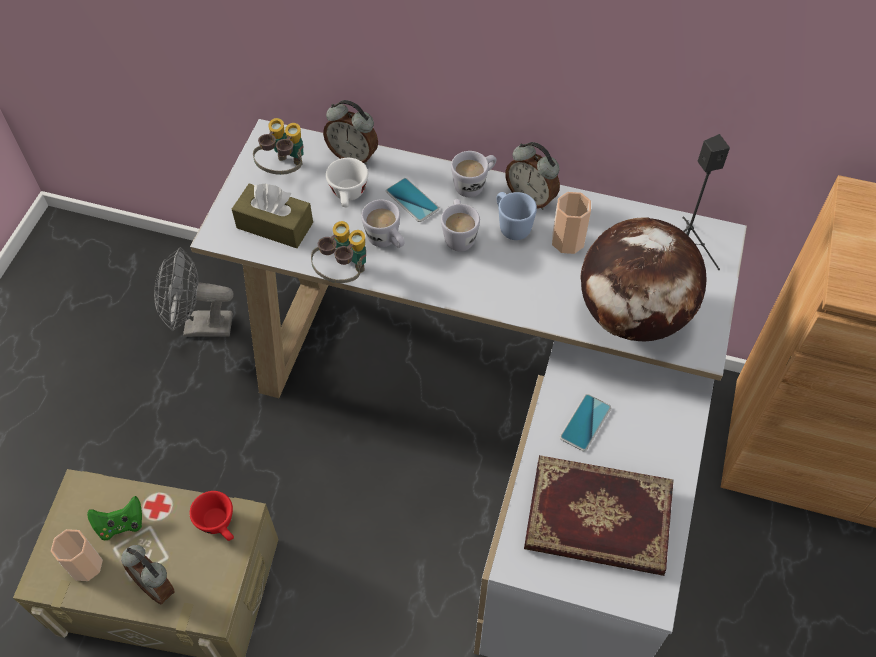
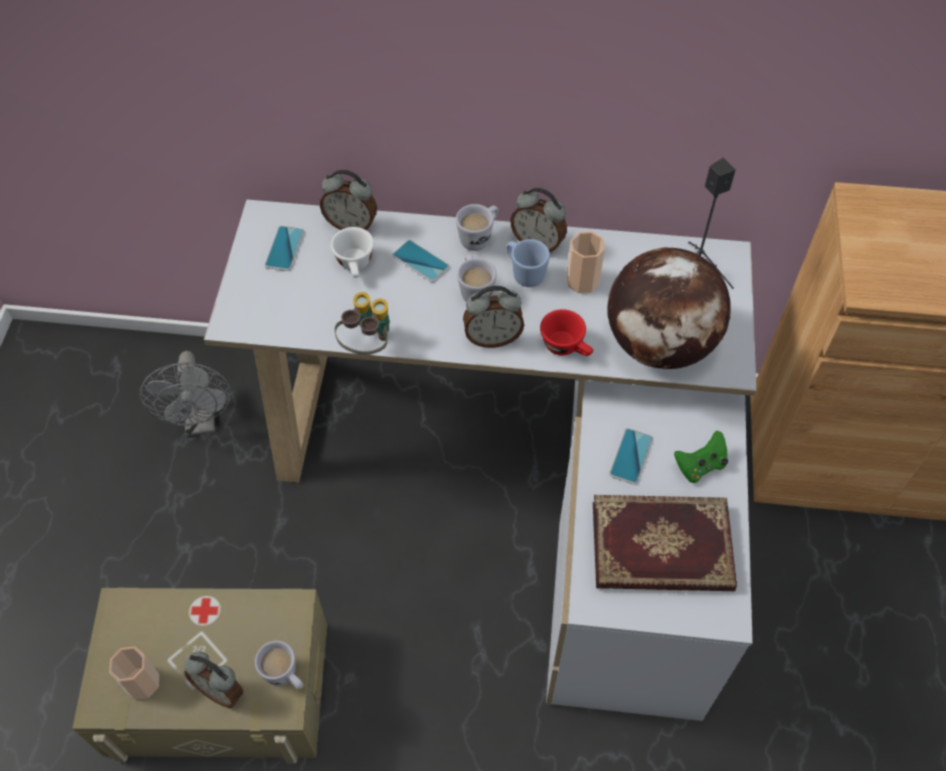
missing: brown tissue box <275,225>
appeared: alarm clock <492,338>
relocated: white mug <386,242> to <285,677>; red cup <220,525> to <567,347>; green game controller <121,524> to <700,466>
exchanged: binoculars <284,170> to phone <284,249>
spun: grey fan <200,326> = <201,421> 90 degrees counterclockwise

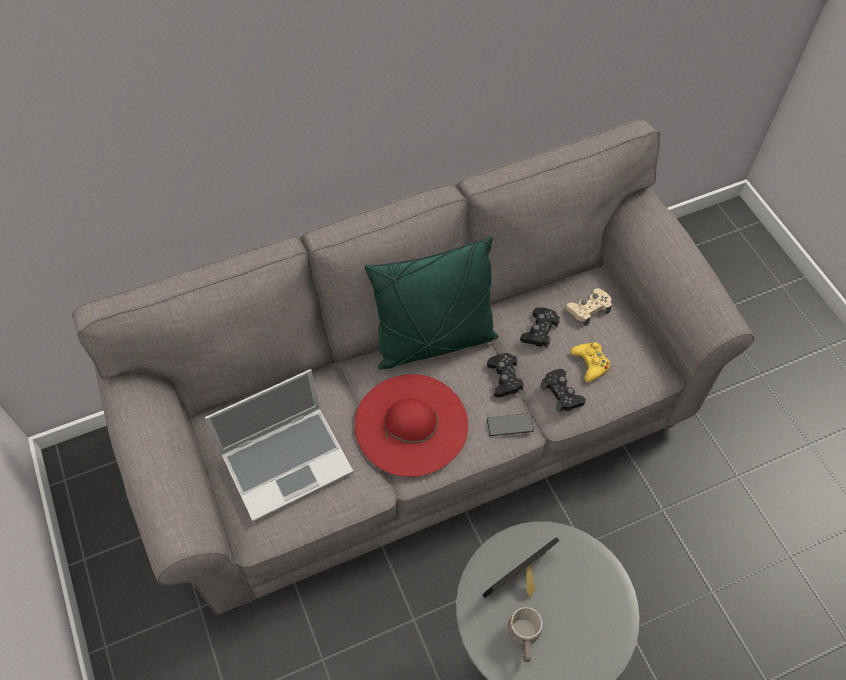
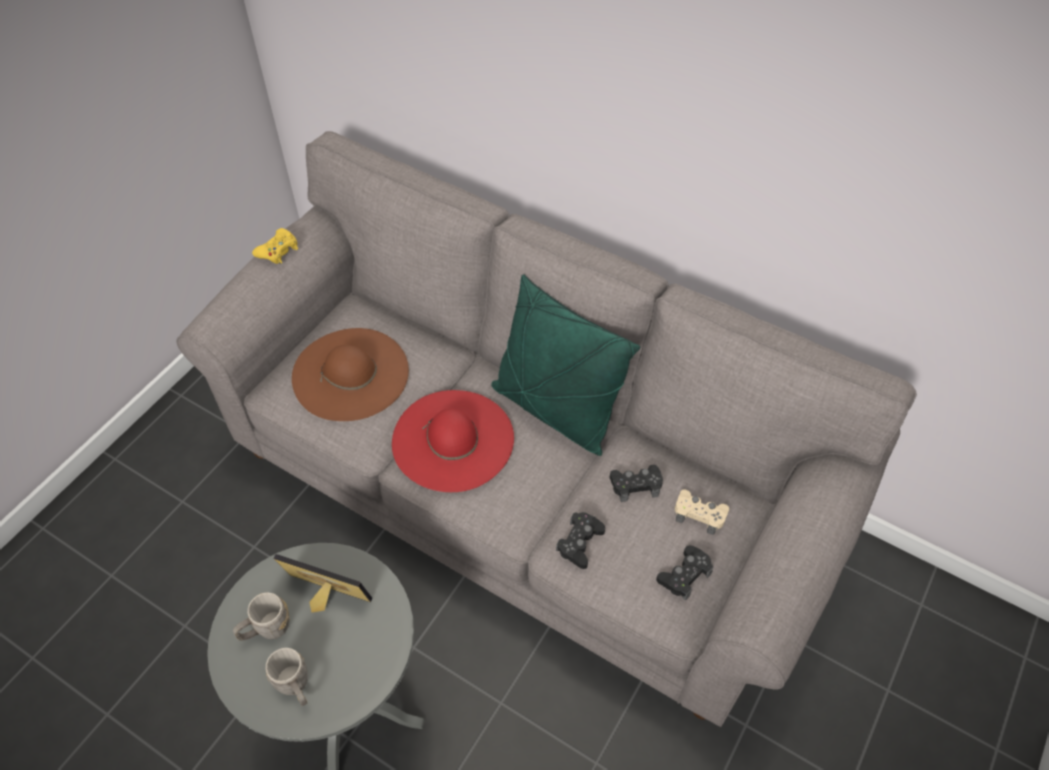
missing: phone <510,425>
appeared: grey mug <295,687>
relocated: yellow game controller <590,363> to <278,251>; black game controller <504,378> to <684,575>
exchanged: laptop <288,462> to brown hat <351,374>

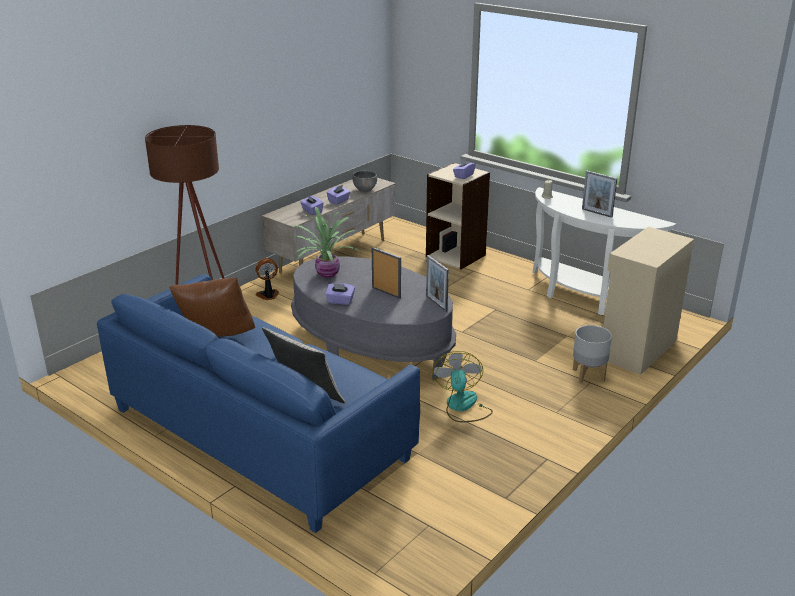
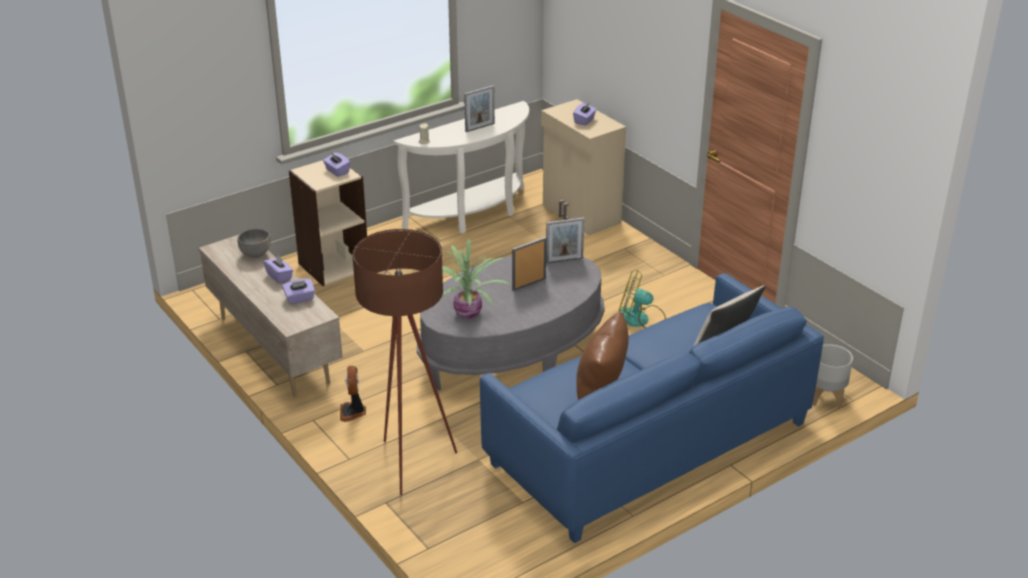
relocated: purple tissue box <340,301> to <584,121>; grey planter <588,375> to <826,398>

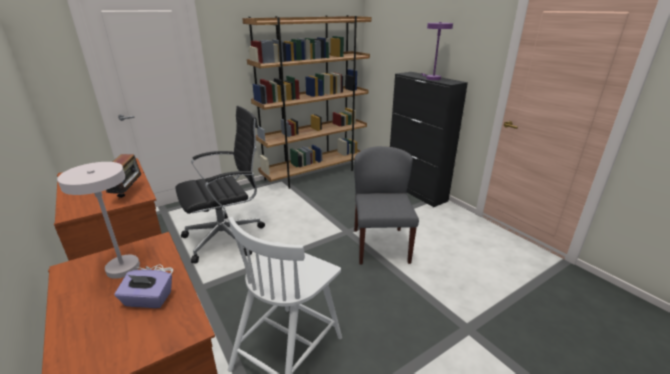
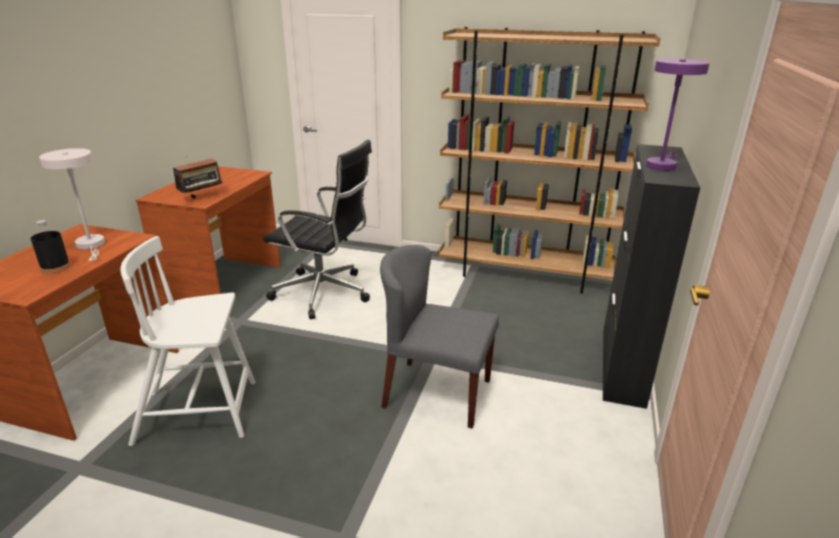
exchanged: purple tissue box <148,300> to black bottle <55,268>
spun: grey chair <380,245> = <436,393> 120 degrees counterclockwise

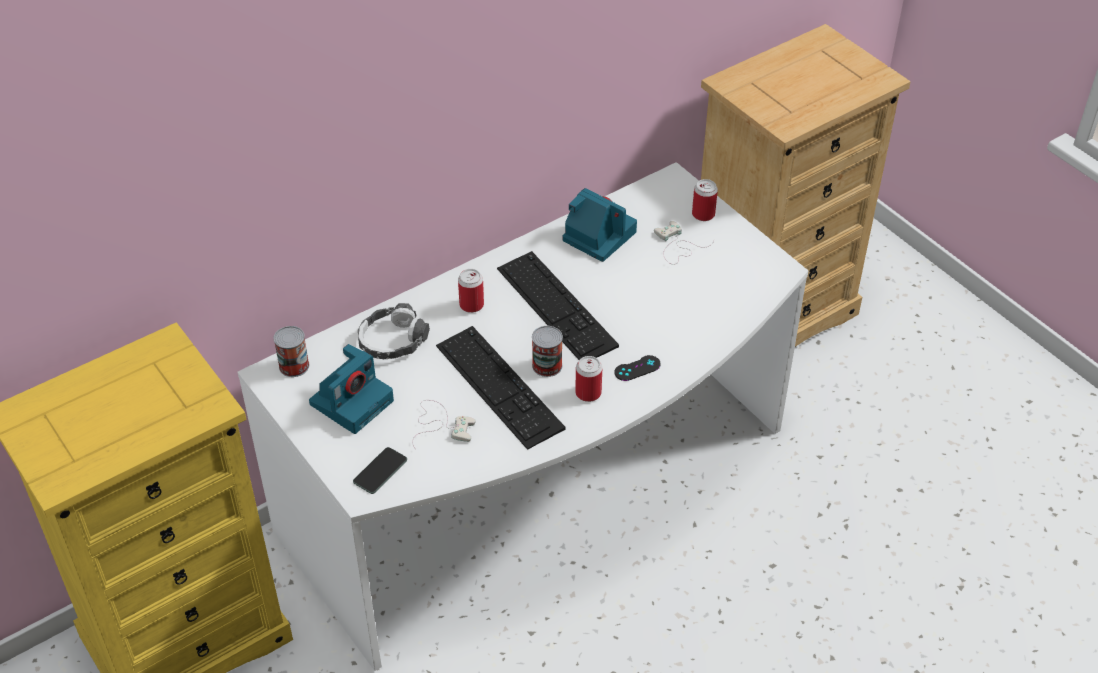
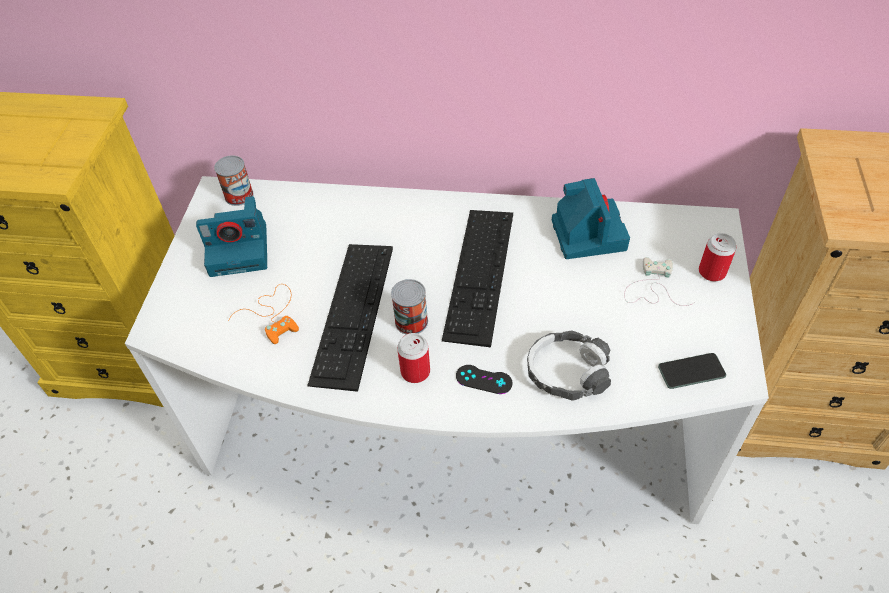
missing: can <471,305>
relocated: headphones <392,341> to <567,372>; phone <380,471> to <691,371>
colour: white game controller <441,424> to orange game controller <273,314>

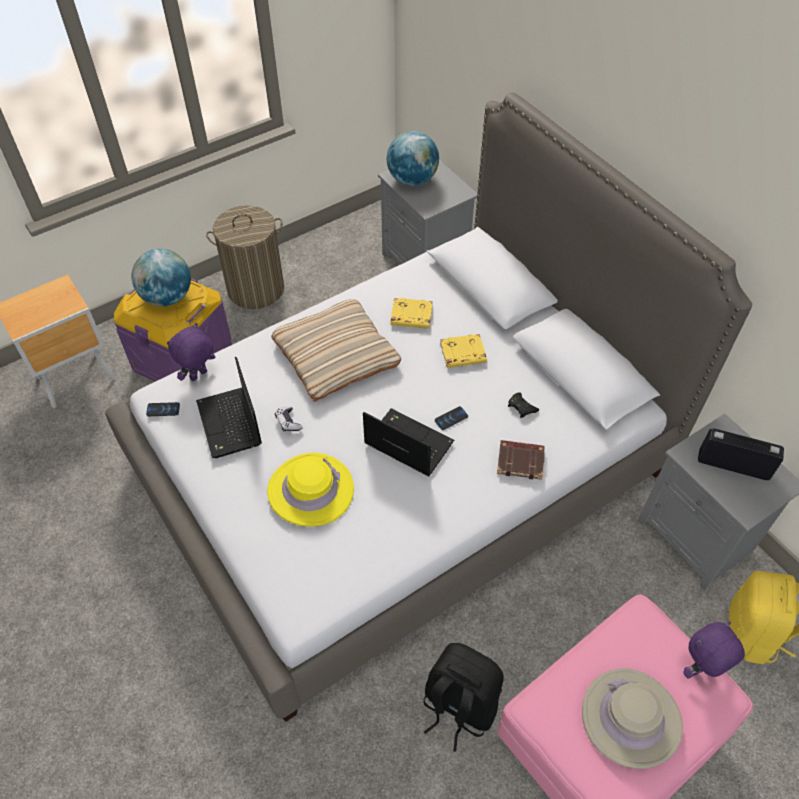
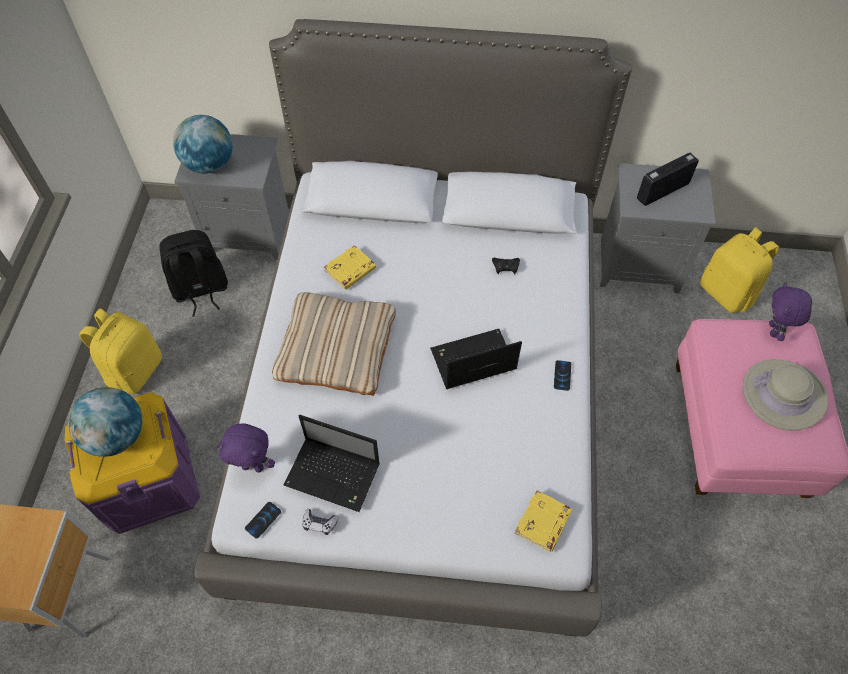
missing: brown book <521,461>; yellow hat <310,490>
relocated: yellow book <462,354> to <543,523>; phone <451,418> to <562,375>; game controller <288,422> to <319,523>; black backpack <458,706> to <200,290>
exchanged: laundry basket <256,289> to yellow backpack <134,370>
spun: purple plush toy <199,376> = <253,466> 75 degrees counterclockwise

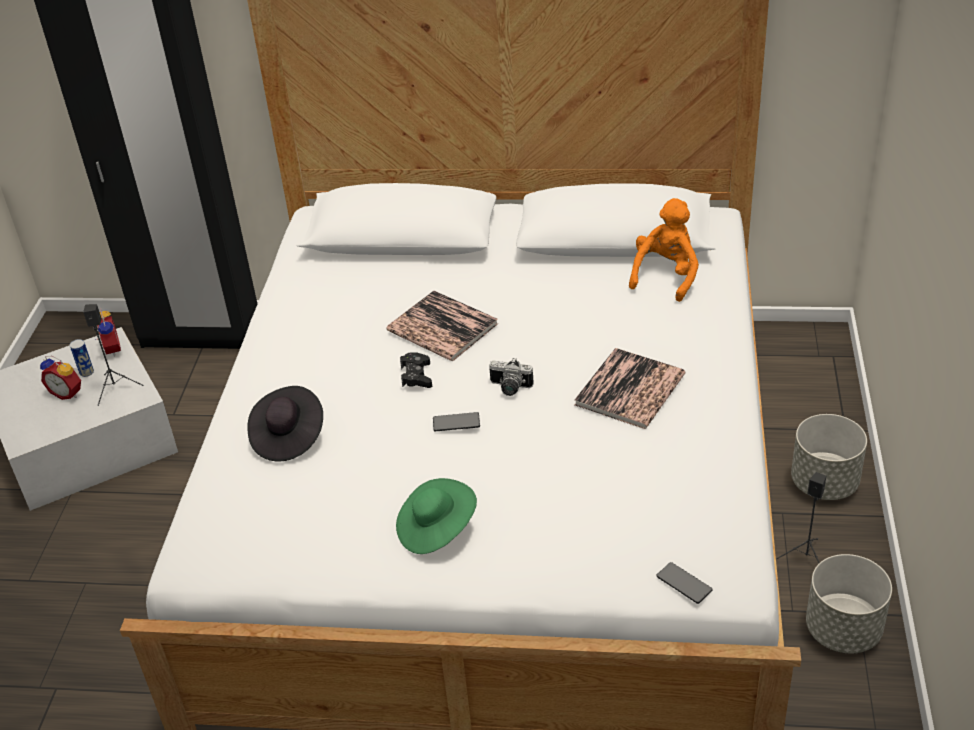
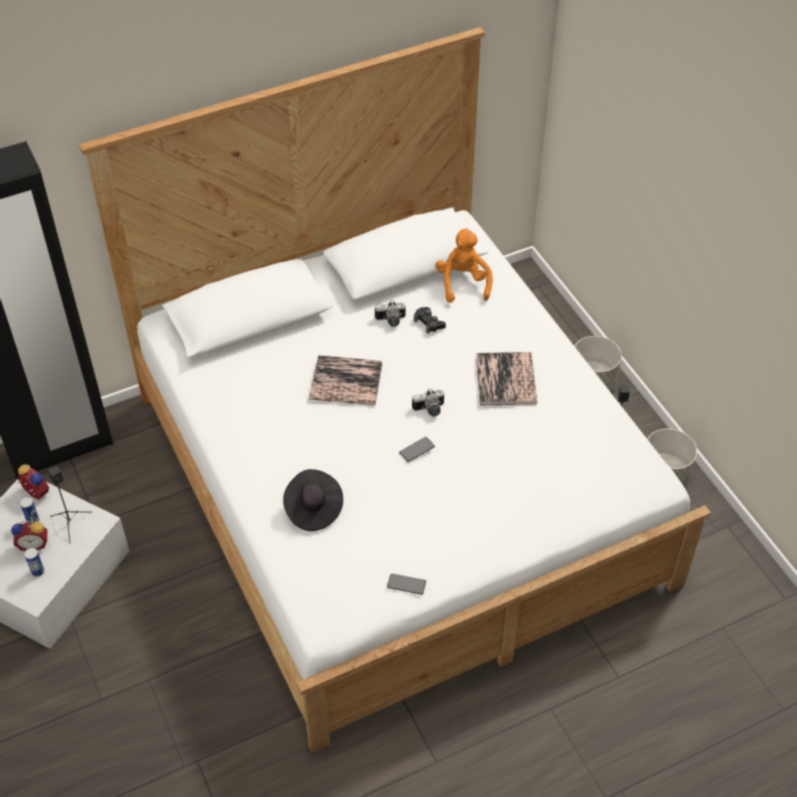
missing: green hat <436,529>
appeared: photo camera <390,321>; can <38,571>
relocated: black game controller <416,376> to <429,323>; phone <684,583> to <406,584>

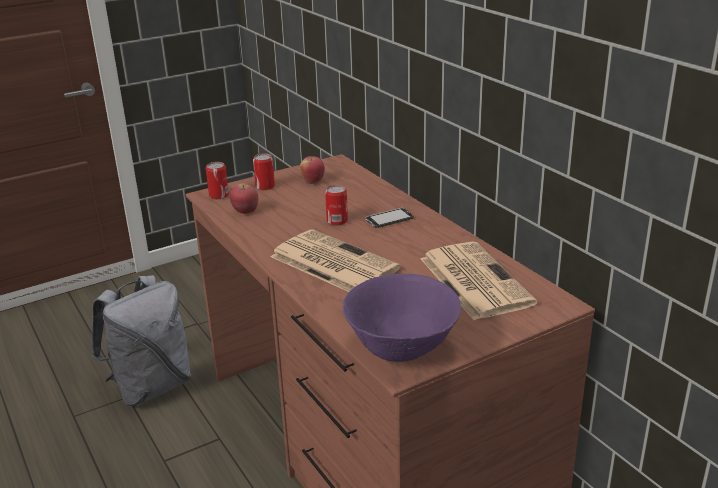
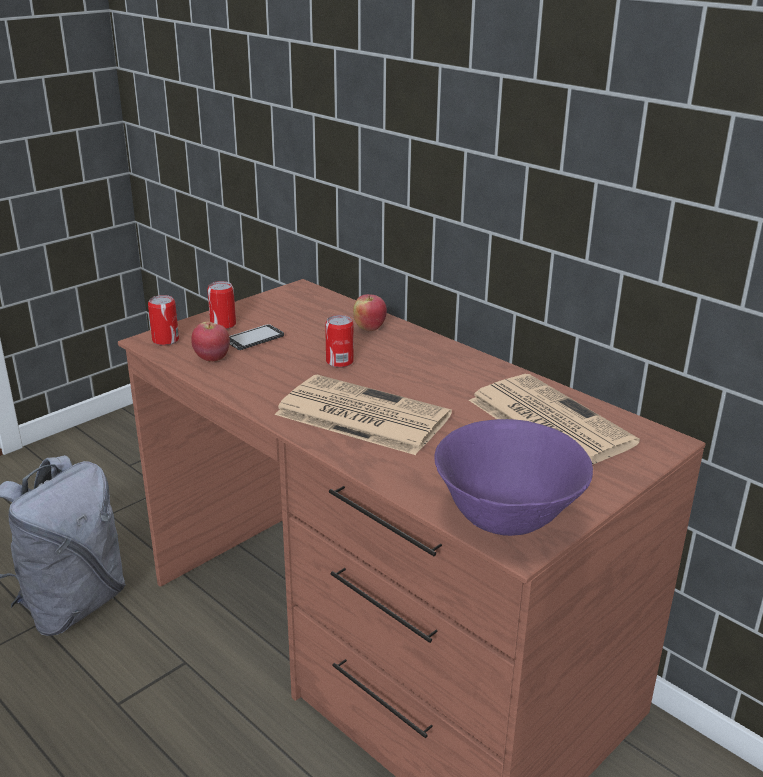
relocated: apple <312,181> to <369,328>; phone <389,219> to <254,339>

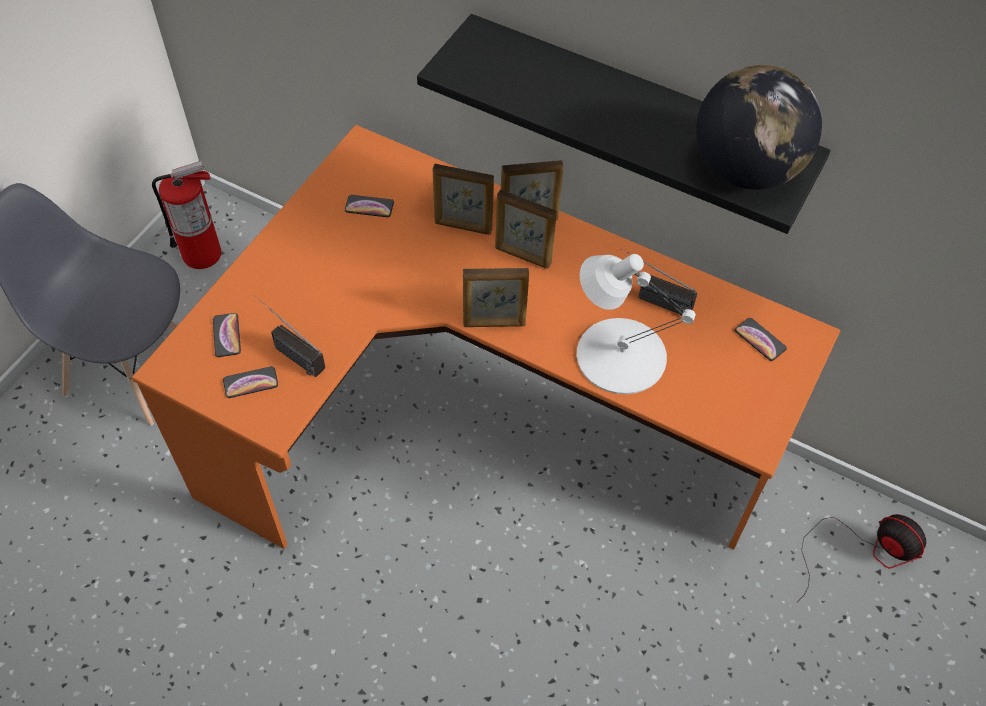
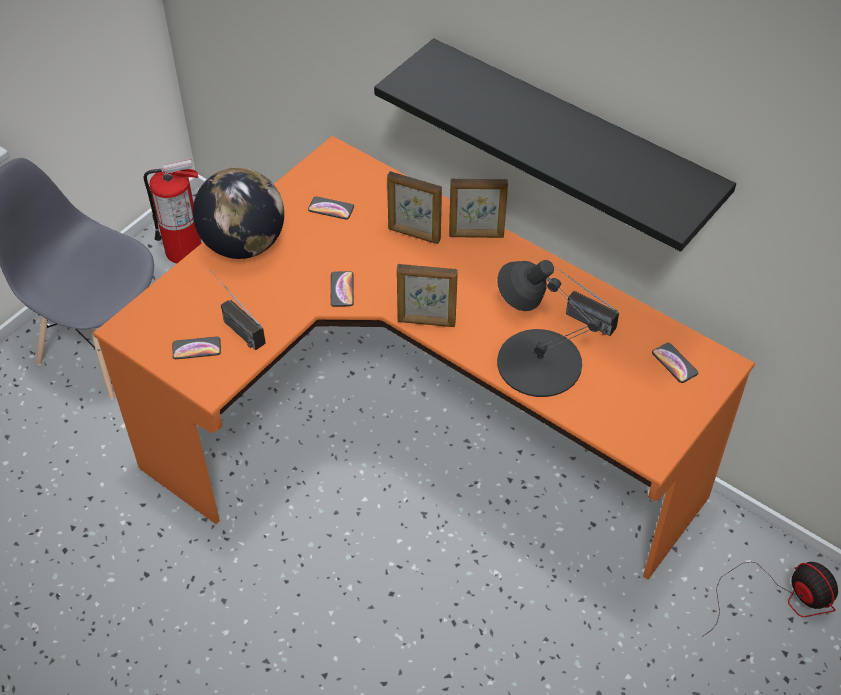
missing: picture frame <522,256>
relocated: globe <745,170> to <243,245>; phone <226,335> to <342,289>
colour: white table lamp <620,354> to black table lamp <538,362>

